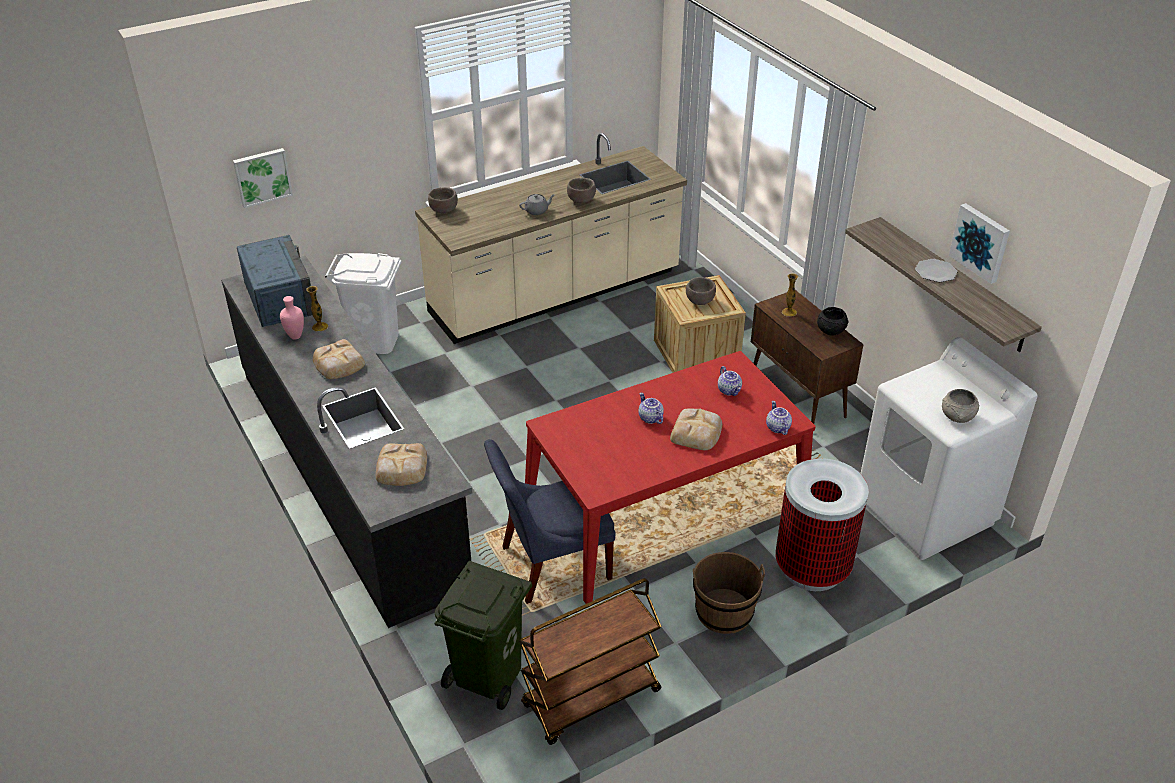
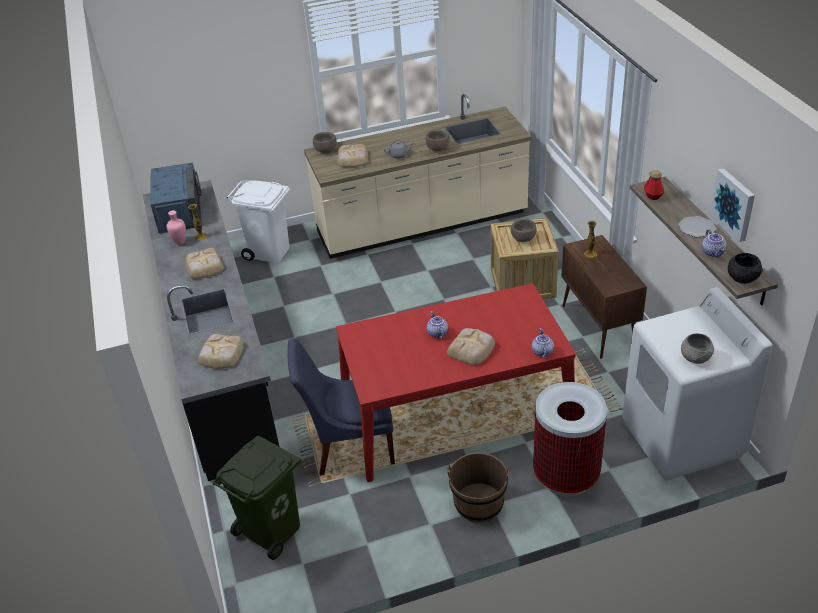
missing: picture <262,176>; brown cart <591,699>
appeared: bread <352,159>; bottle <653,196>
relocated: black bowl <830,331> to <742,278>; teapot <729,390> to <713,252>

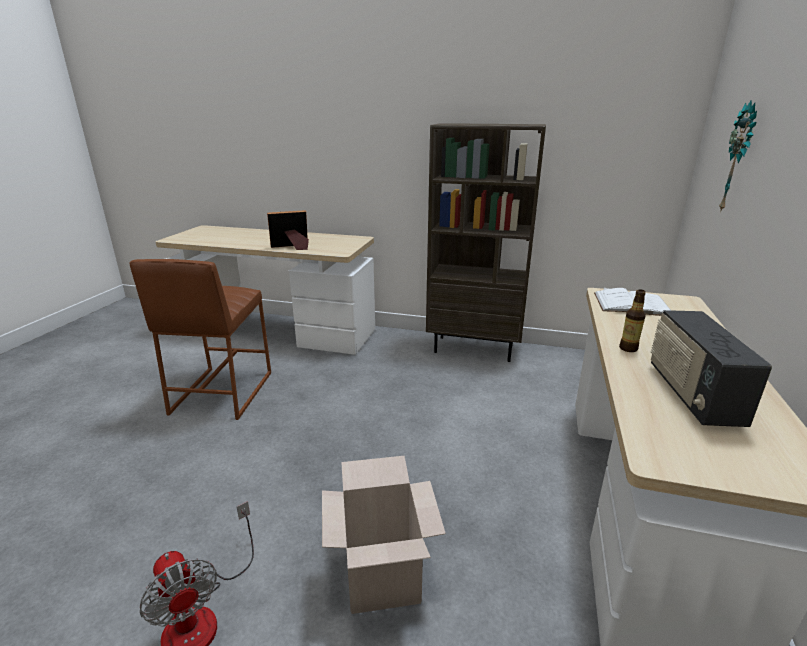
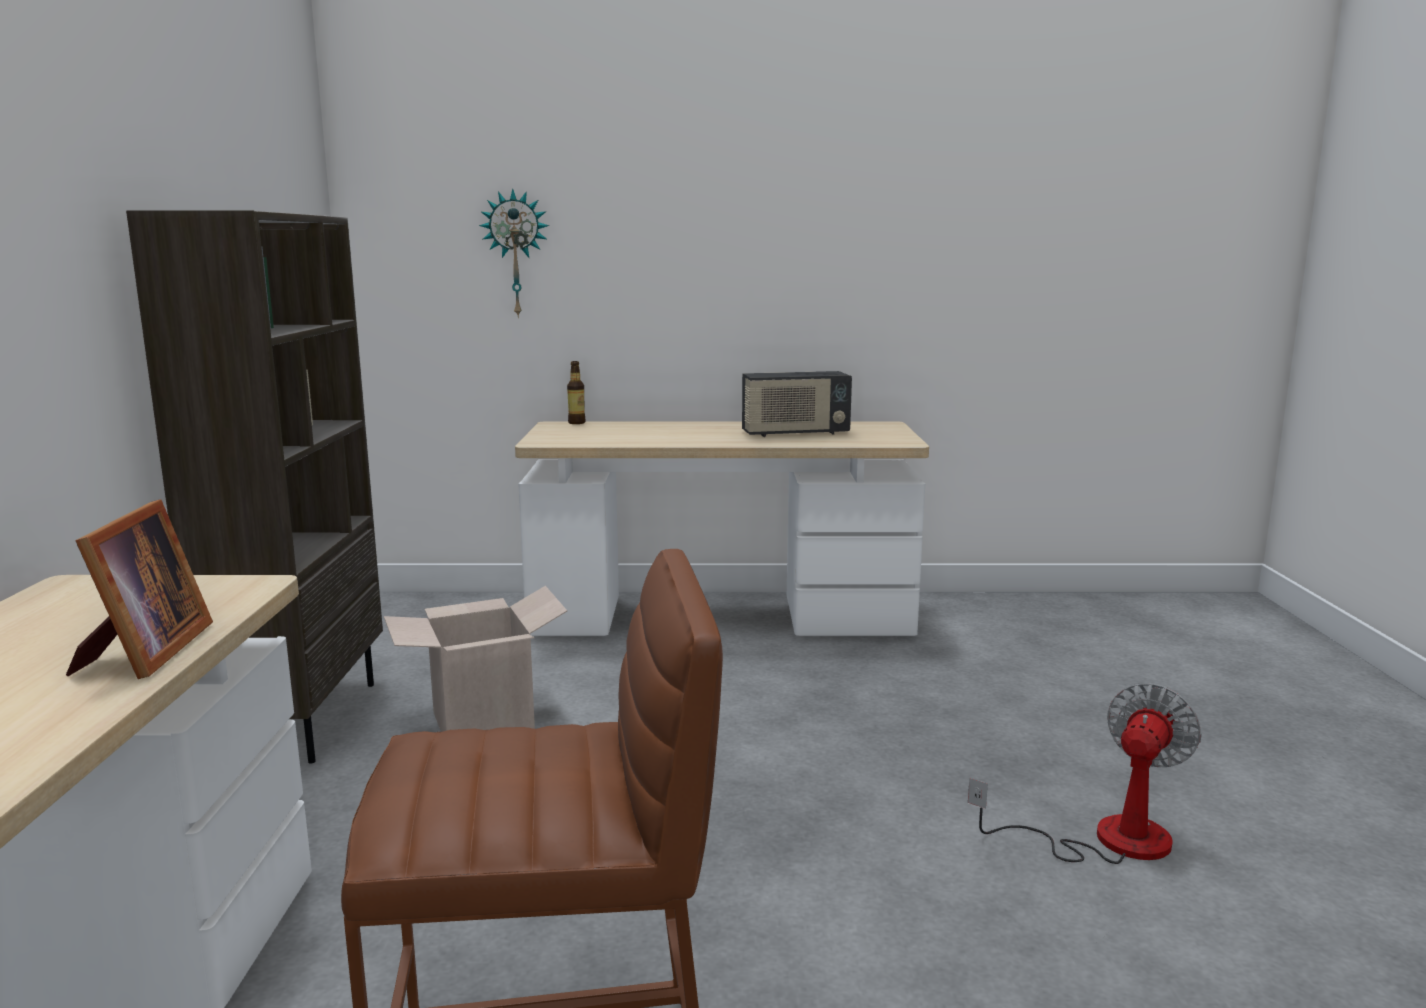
missing: white book <632,304>
relocated: bottle <628,348> to <576,423>; cardboard box <382,575> to <483,722>
spun: picture frame <292,247> = <143,653> 150 degrees counterclockwise

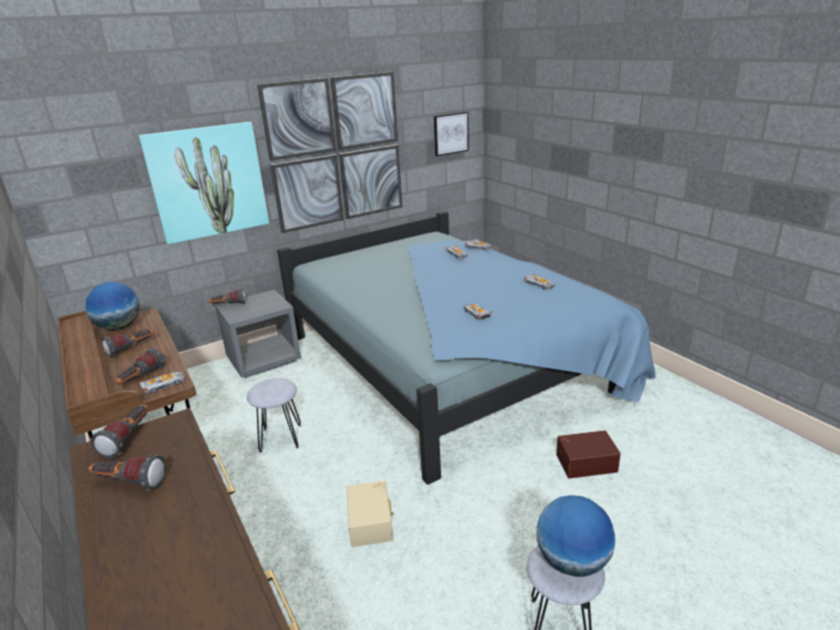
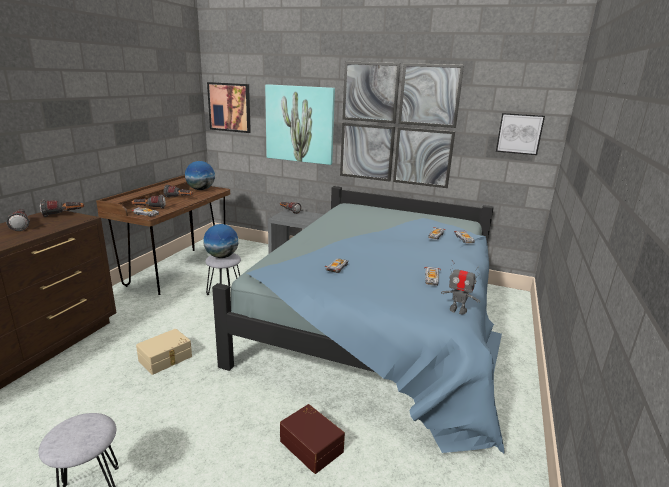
appeared: picture <229,107>; toy robot <458,310>
relocated: globe <572,561> to <222,256>

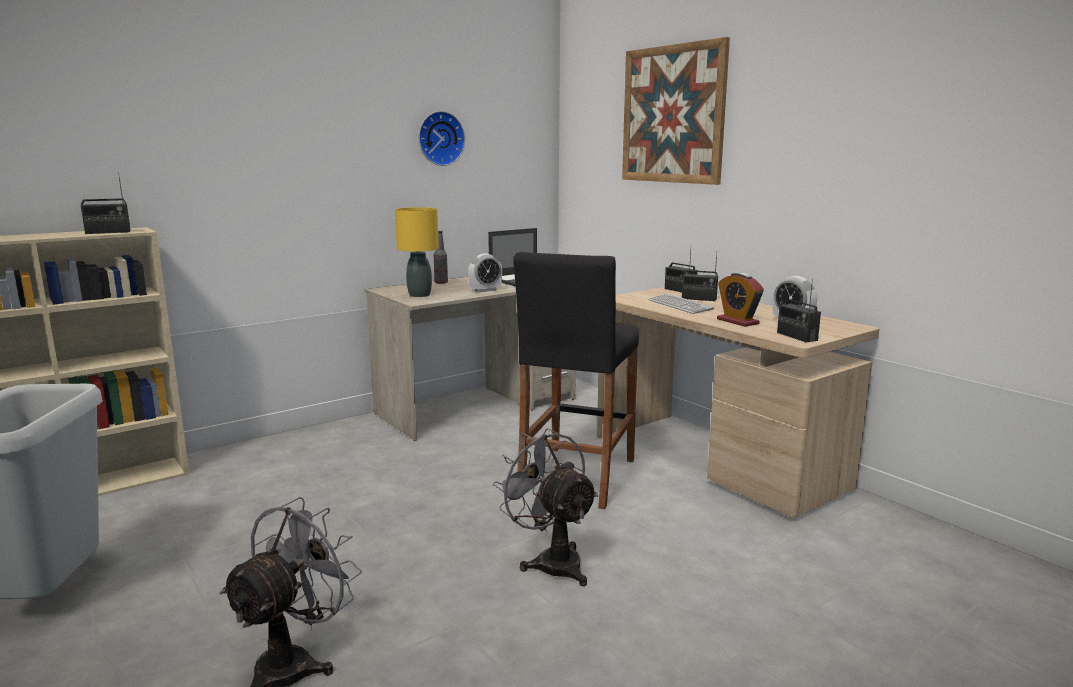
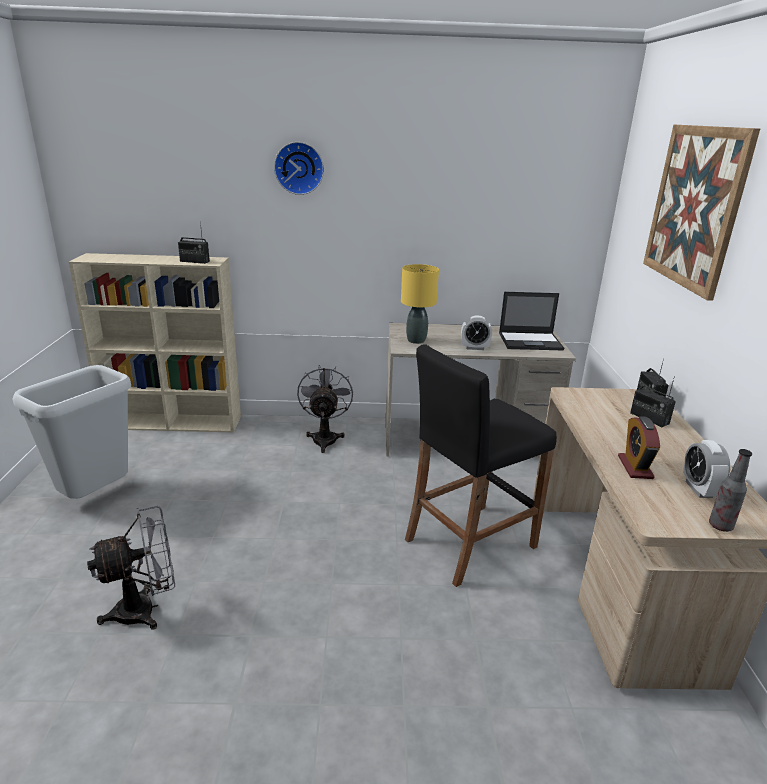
missing: radio <796,336>; keyboard <679,305>
relocated: wall clock <440,138> to <299,168>; bottle <441,283> to <720,526>; grey fan <551,561> to <325,437>

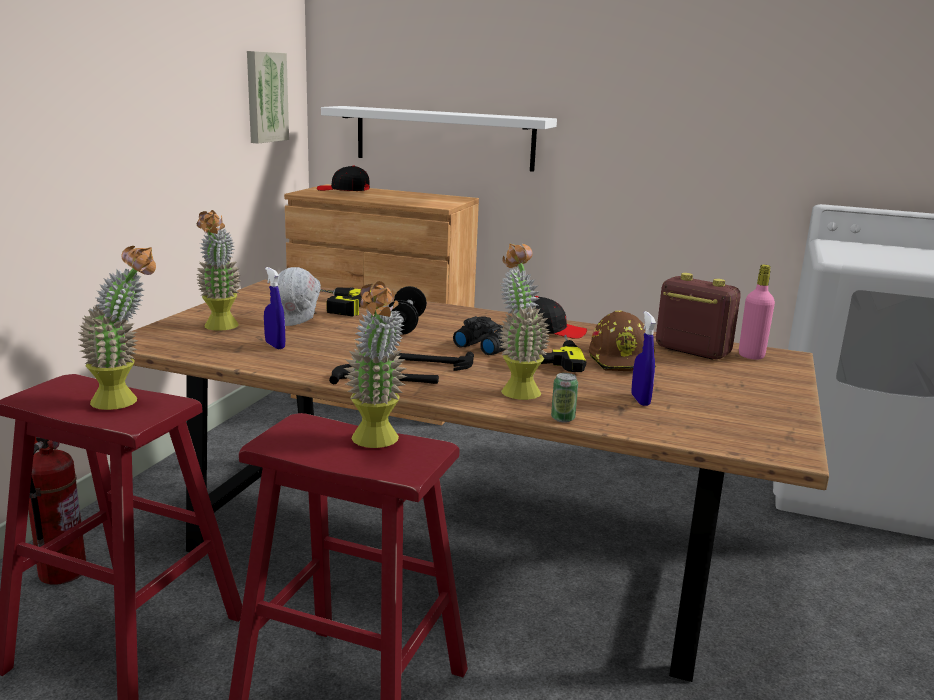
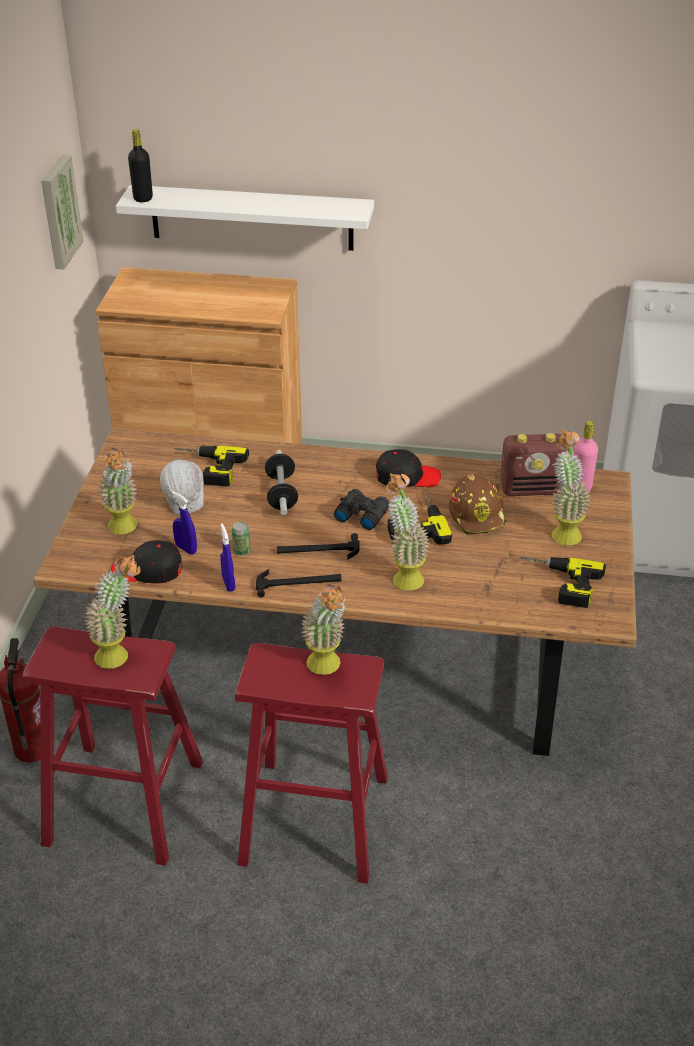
appeared: black bottle <143,198>; potted plant <563,531>; power drill <558,584>
relocated: black cap <344,190> to <148,570>; blue spray bottle <640,400> to <228,584>; can <562,418> to <241,551>
spun: radio <691,351> = <531,489> 150 degrees clockwise

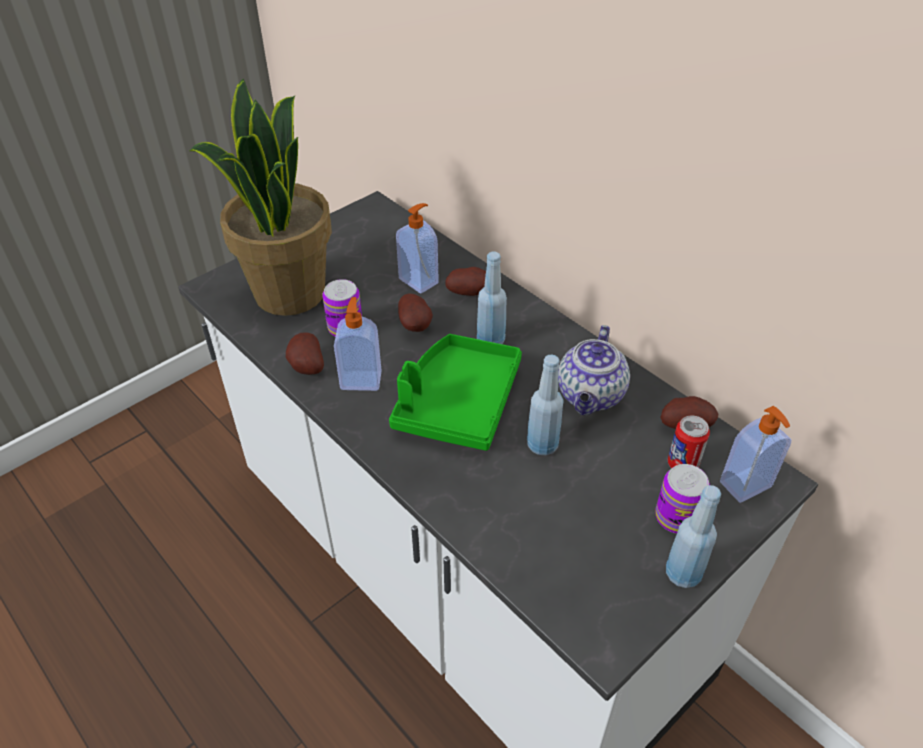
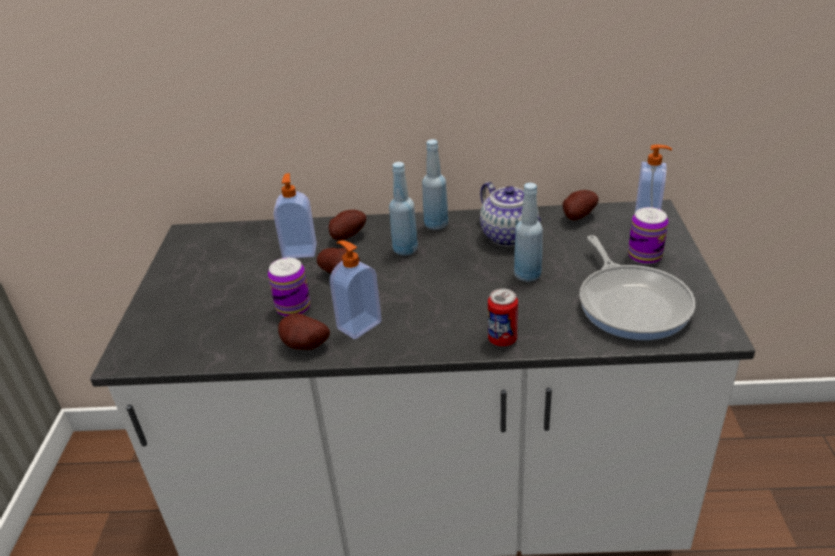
missing: potted plant <288,292>; green tray <457,403>
appeared: frying pan <631,304>
relocated: can <682,464> to <502,339>; blue bottle <682,574> to <436,225>

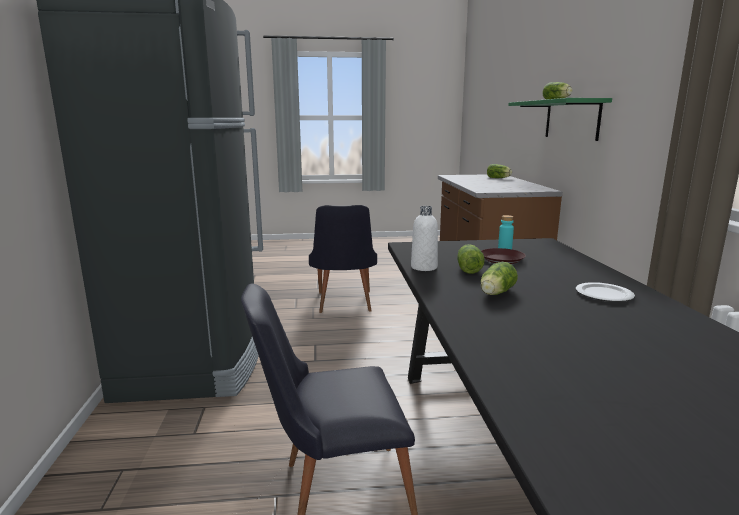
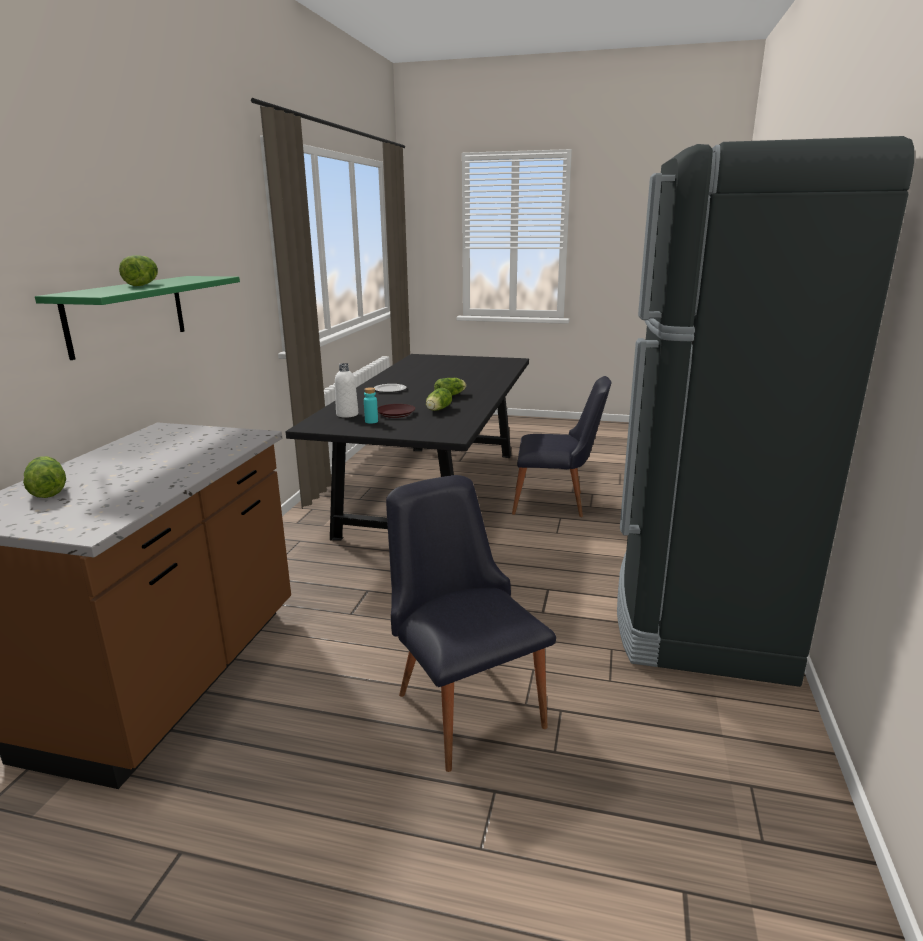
relocated: white bottle <424,267> to <347,414>
spun: black chair <343,304> = <463,701> 45 degrees counterclockwise

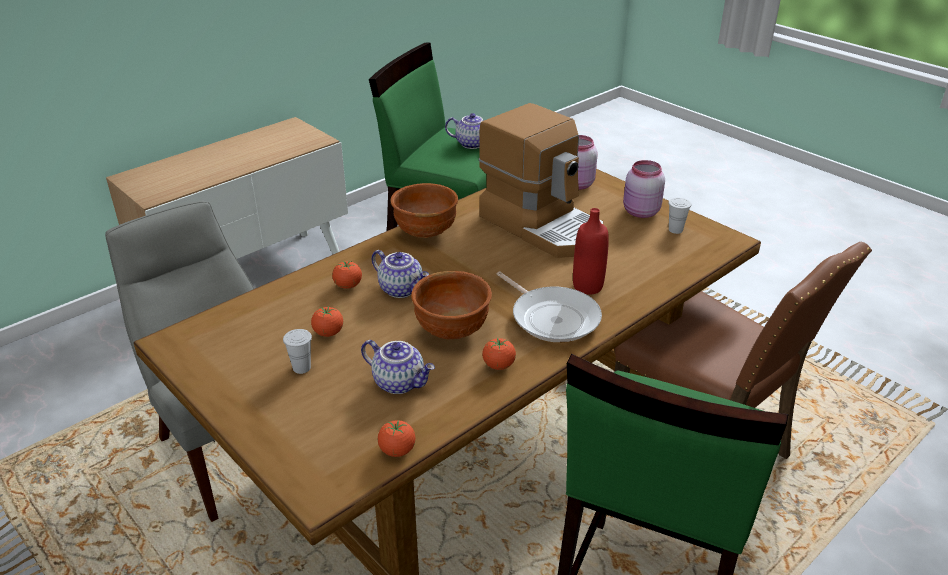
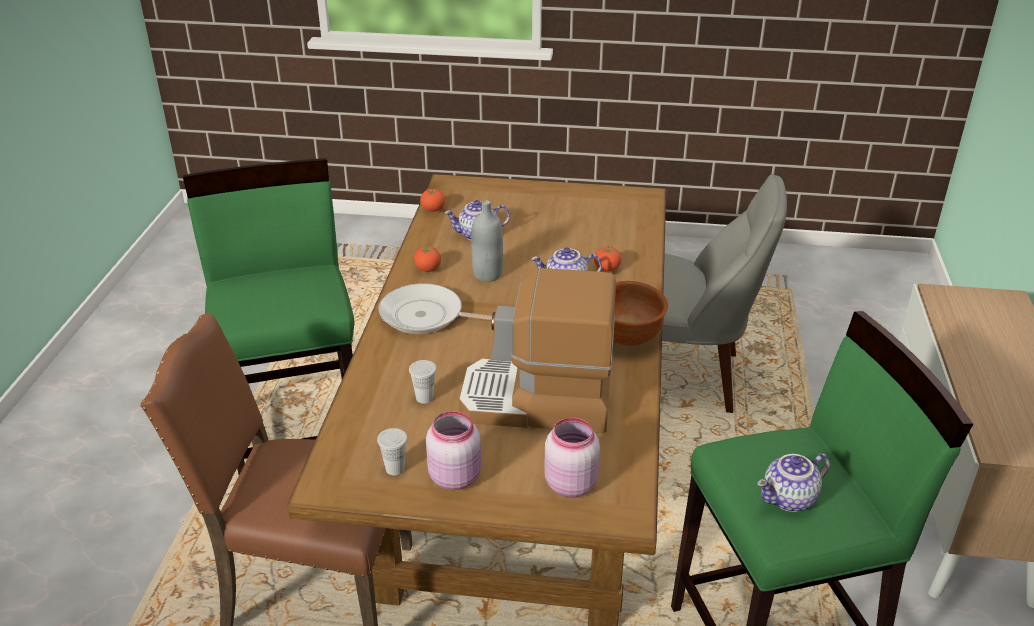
missing: red bottle <587,286>; tomato <328,333>
relocated: white cup <301,368> to <424,398>
exchanged: brown bowl <451,331> to grey bottle <487,274>

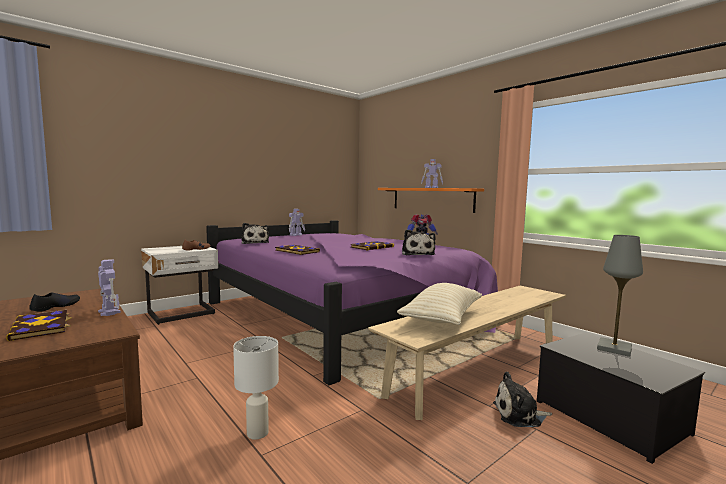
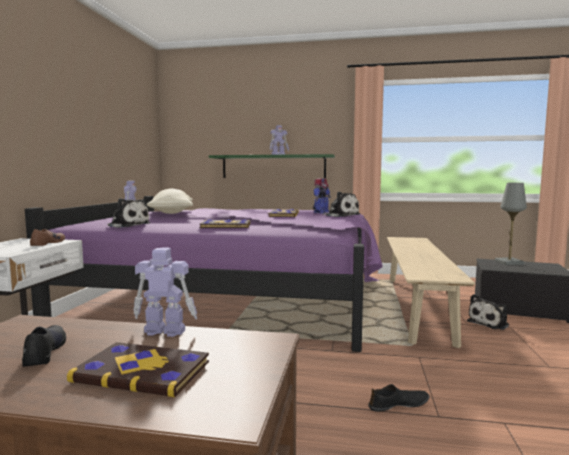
relocated: beige pillow <442,318> to <172,213>
exchanged: white table lamp <257,432> to black shoe <398,405>
colour: orange shelf <431,199> to green shelf <273,166>

